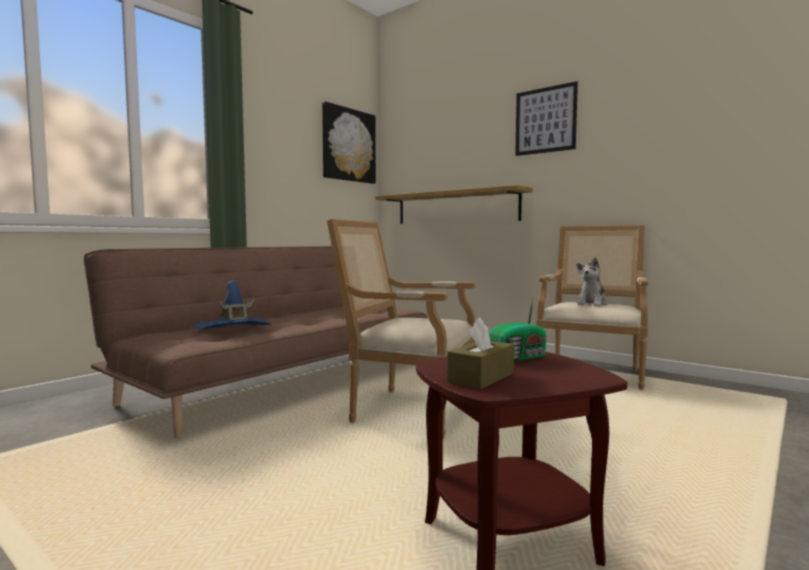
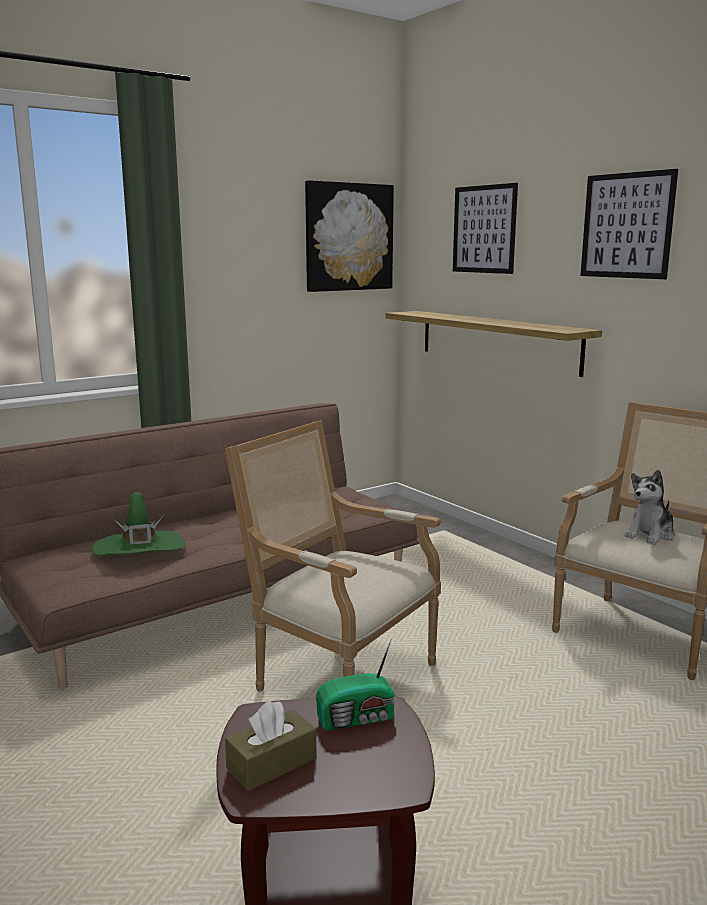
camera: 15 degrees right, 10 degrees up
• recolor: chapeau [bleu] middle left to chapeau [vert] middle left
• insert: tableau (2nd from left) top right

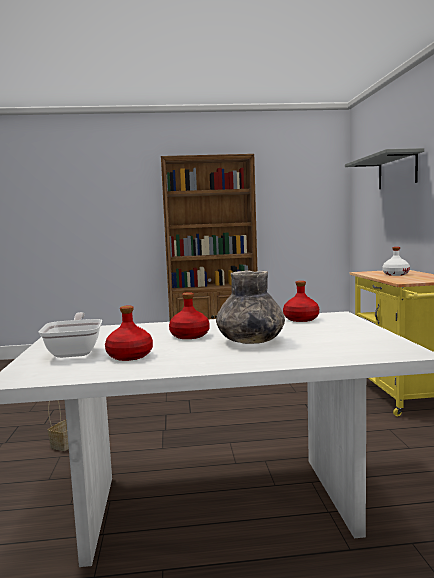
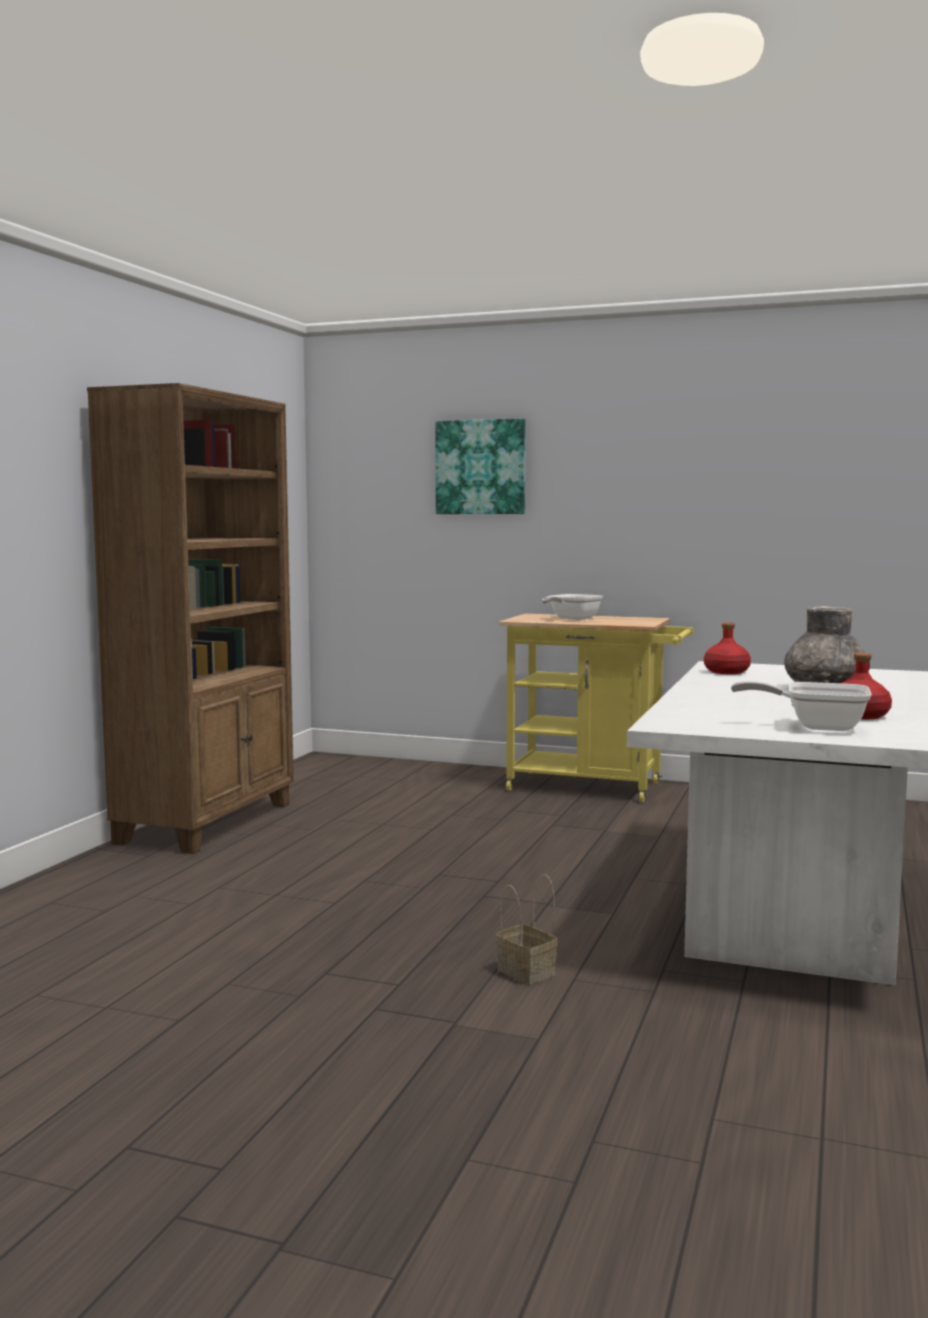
camera: 65 degrees left, 0 degrees up
• replace: étagère [gris] top right to tableau centre
• replace: bouteille [blanc] middle right to poêle (1st from left) centre
• delete: bouteille [rouge] (2nd from left) centre

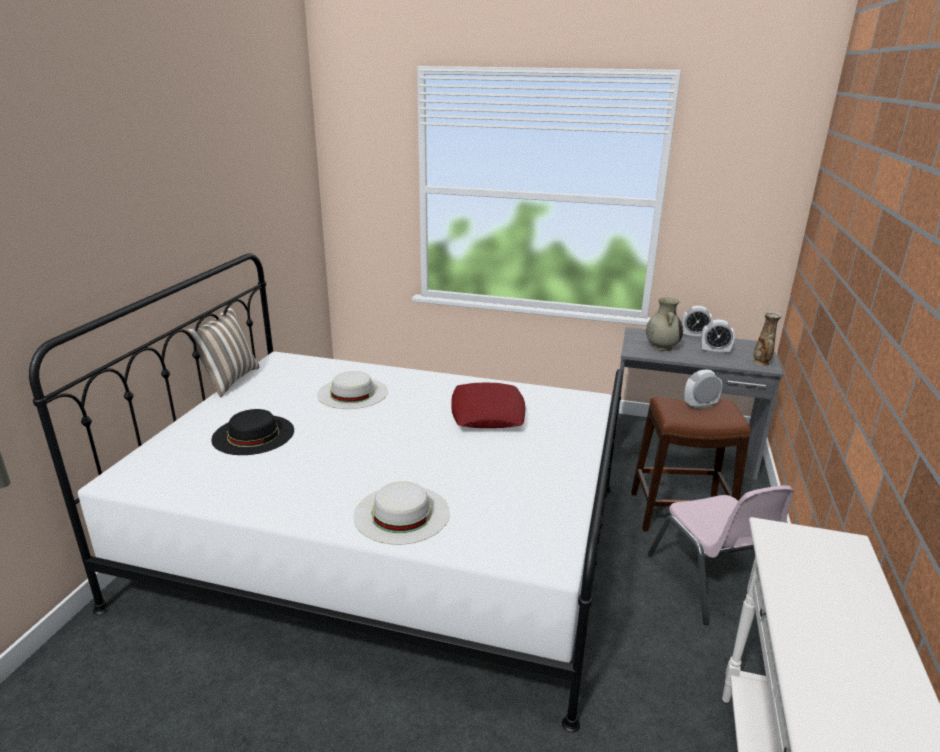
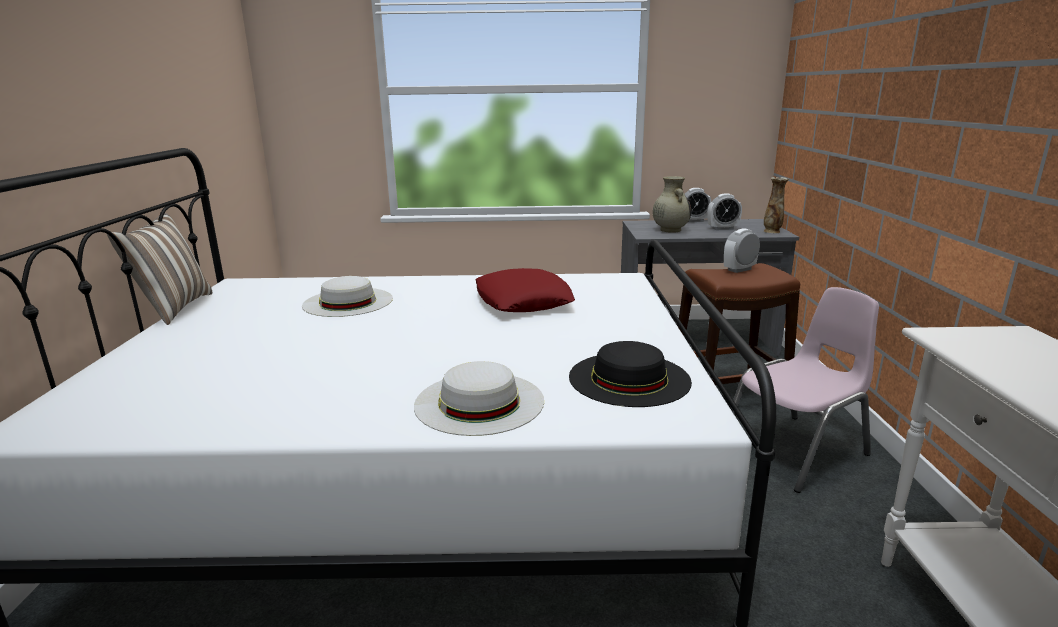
camera: 15 degrees left, 5 degrees down
• move: chapeau [noir] middle left to centre
• rotate: chaise [rose] bottom right = middle right 90 degrees counterclockwise

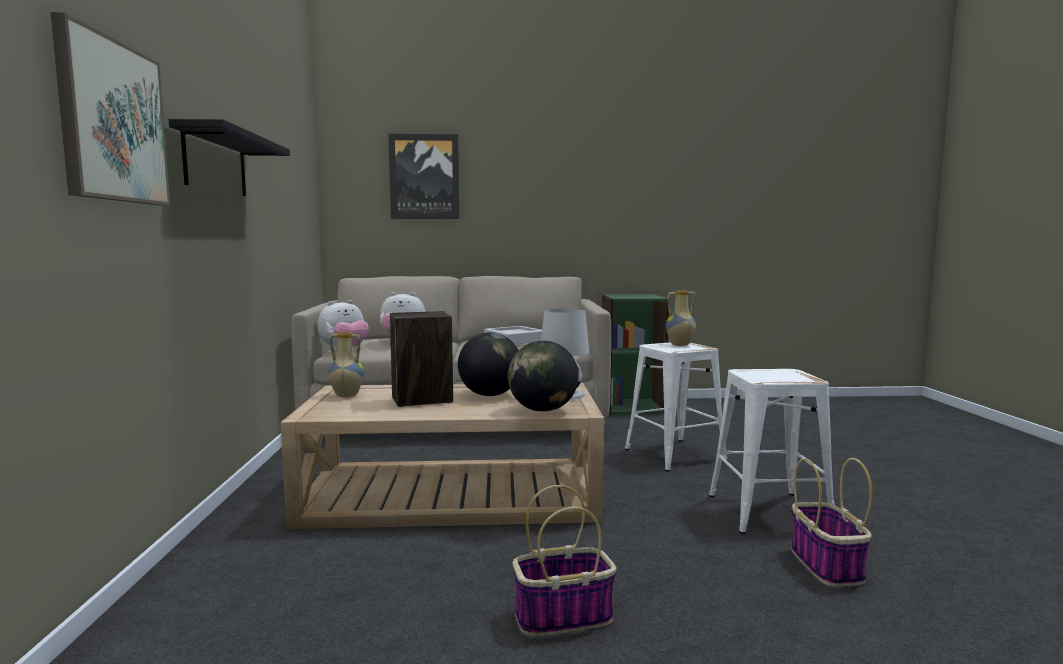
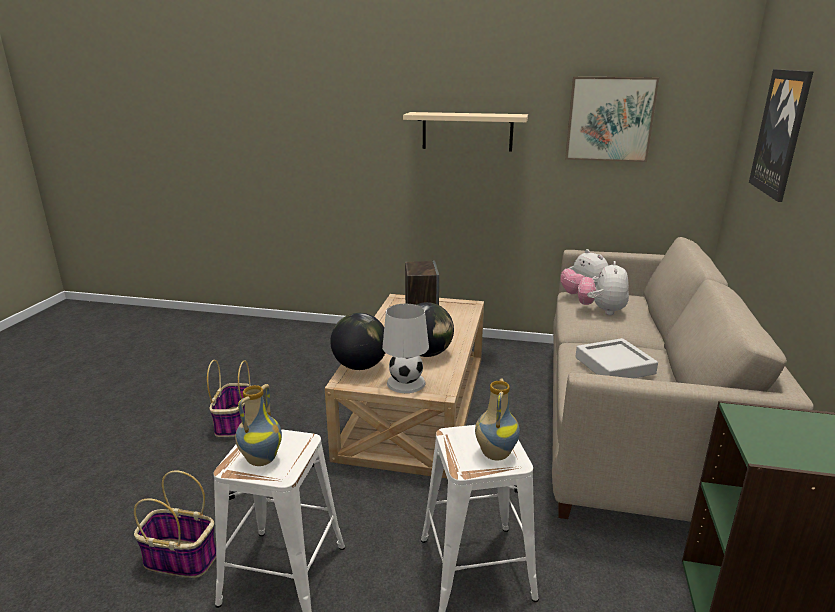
camera: 105 degrees right, 15 degrees up
• move: tableau (1st from left) top left to top right
• recolor: étagère [noir] top left to étagère [beige] top centre
• move: vase (1st from left) middle left to bottom left

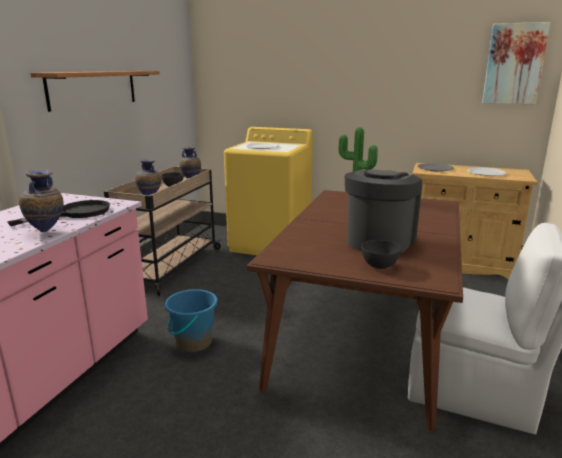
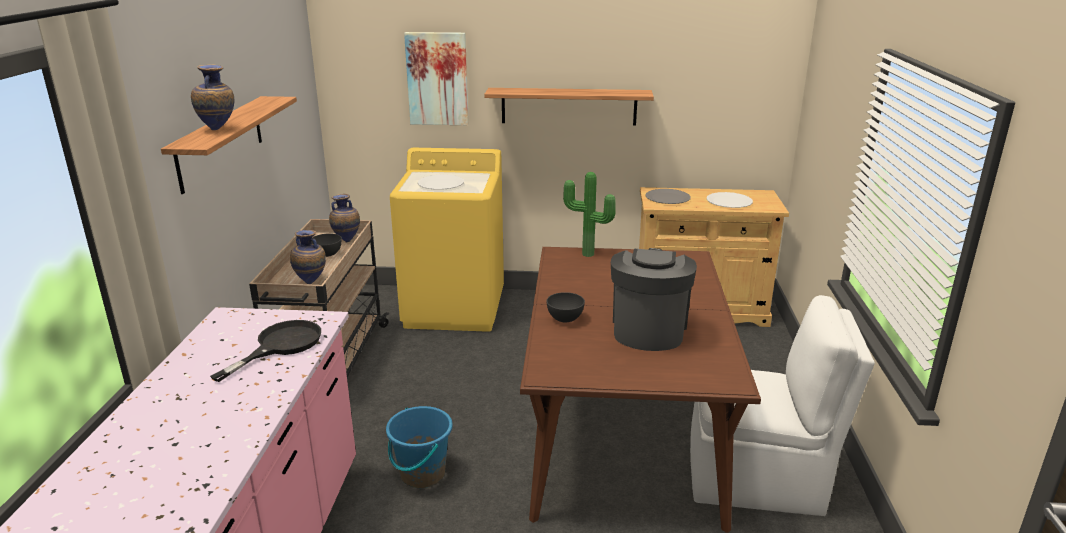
camera: 15 degrees left, 5 degrees up
• move: tableau top right to top centre
• move: vase (1st from left) middle left to top left
• move: bol [gris] (2nd from left) middle right to centre
• insert: étagère (2nd from left) top centre

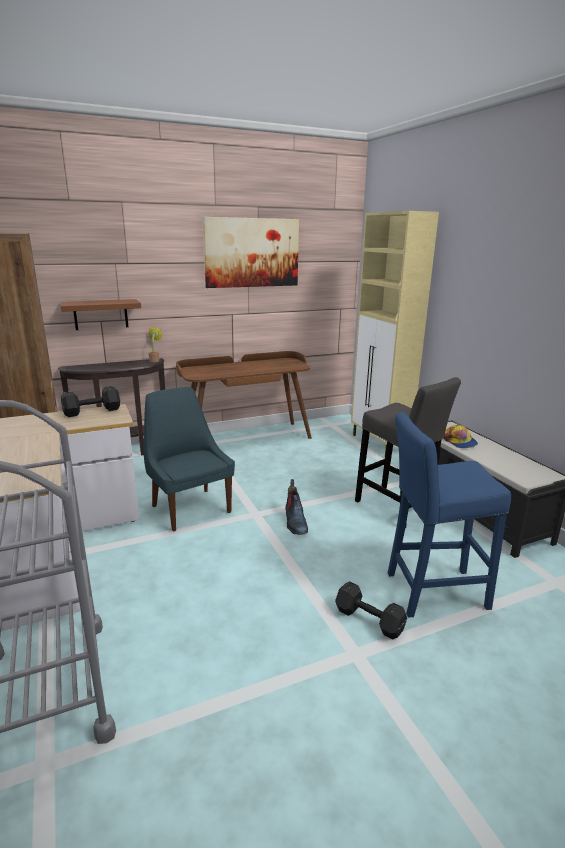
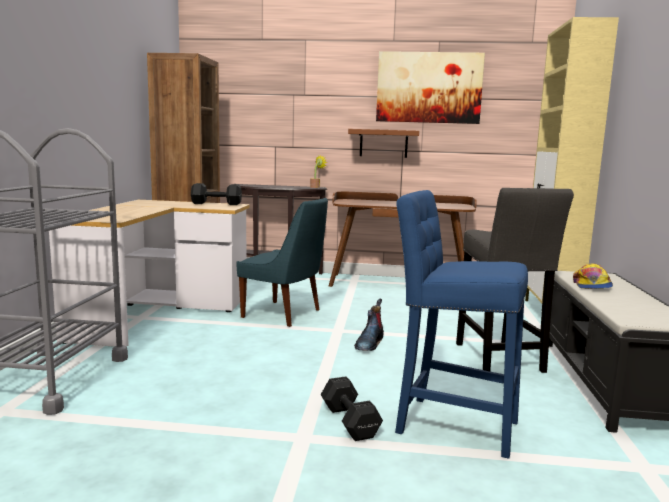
camera: 30 degrees right, 10 degrees down
• move: étagère [marron] middle left to top centre
• rotate: chaise [bleu] centre = centre 120 degrees clockwise

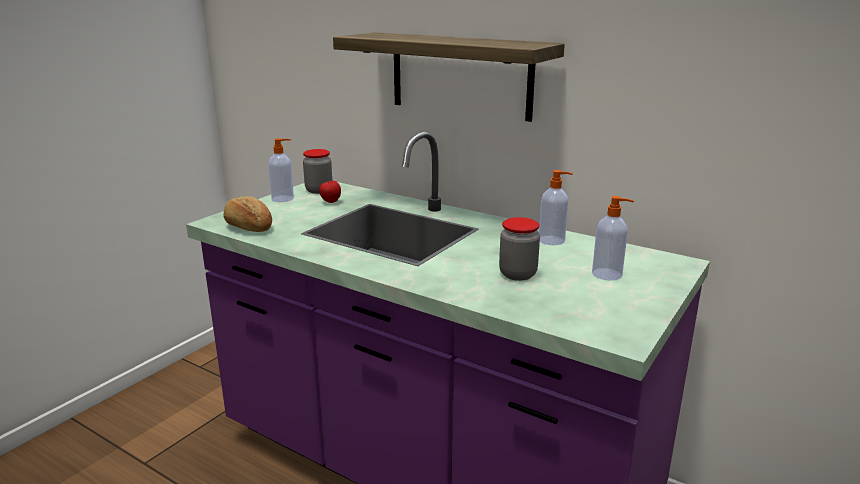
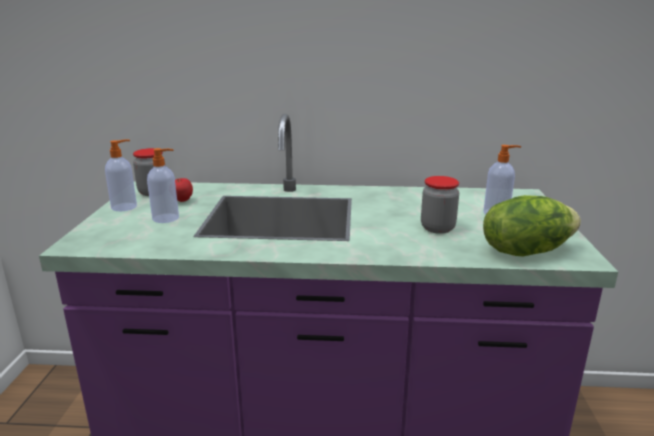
camera: 30 degrees left, 0 degrees up
• delete: étagère top centre
• move: distributeur de savon (2nd from left) centre to middle left
• delete: pain middle left
• insert: laitue middle right

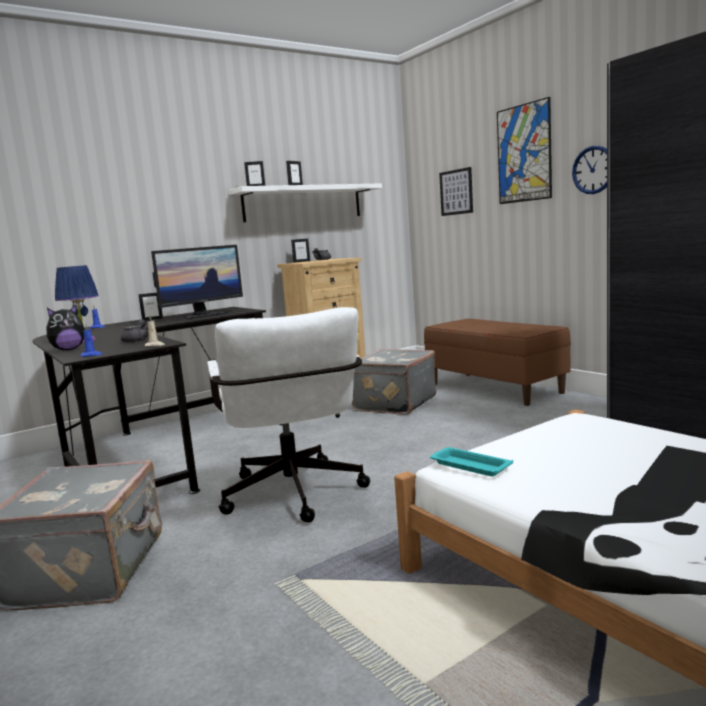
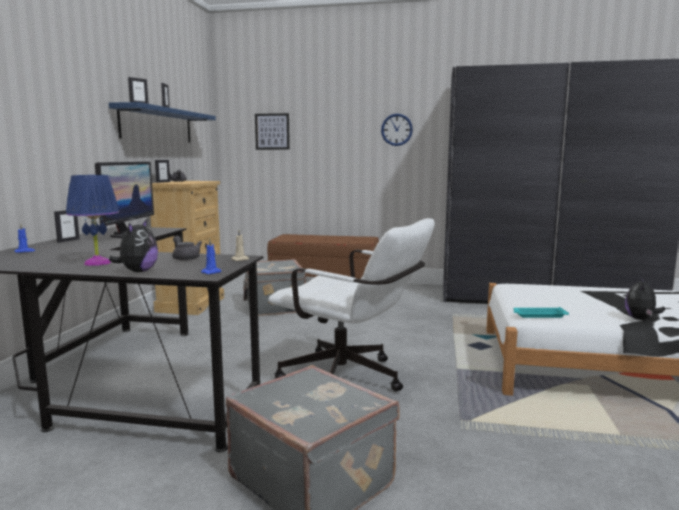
camera: 45 degrees left, 0 degrees up
• delete: tableau (2nd from left) top right
• recolor: étagère [blanc] top centre to étagère [bleu] top left
• insert: peluche (2nd from left) middle right

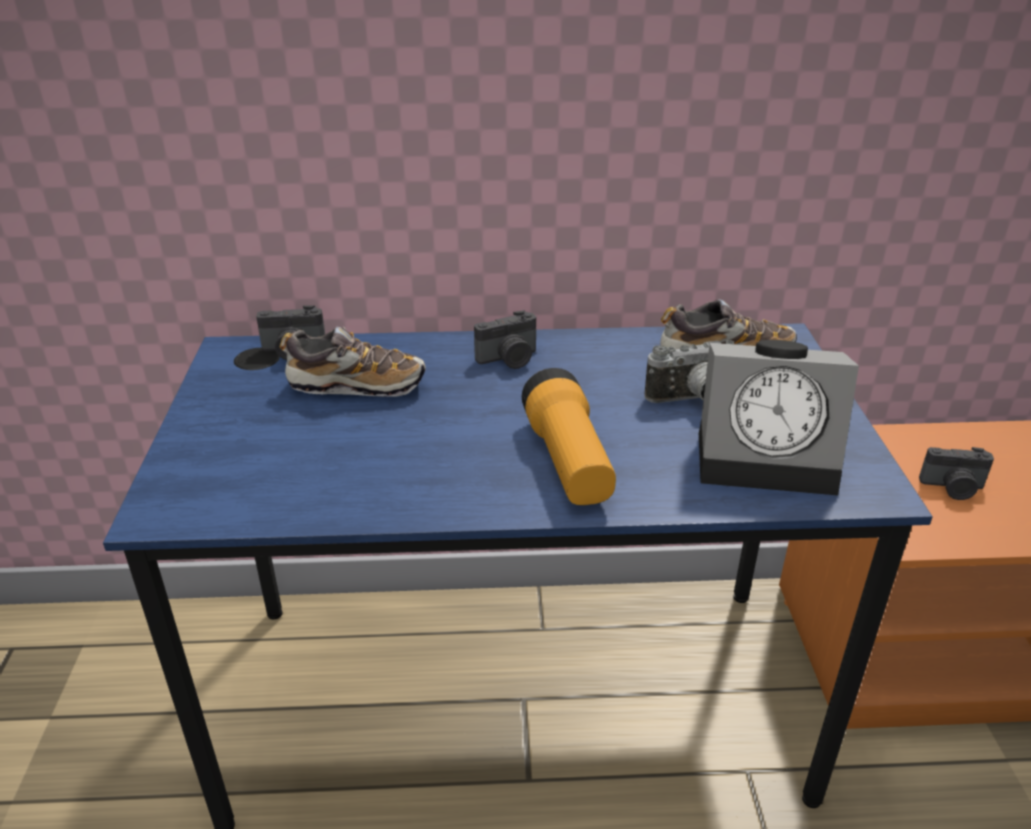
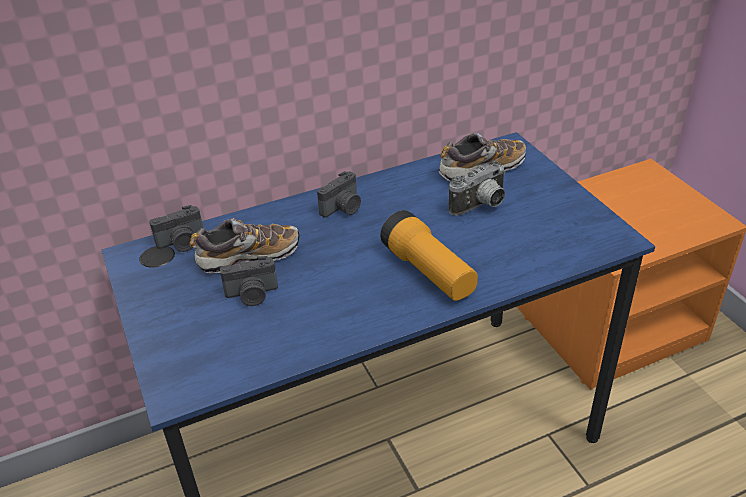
camera: 20 degrees left, 5 degrees up
• delete: réveil middle right
• move: appareil photo (4th from left in the first image) middle right to appareil photo (2nd from left) centre

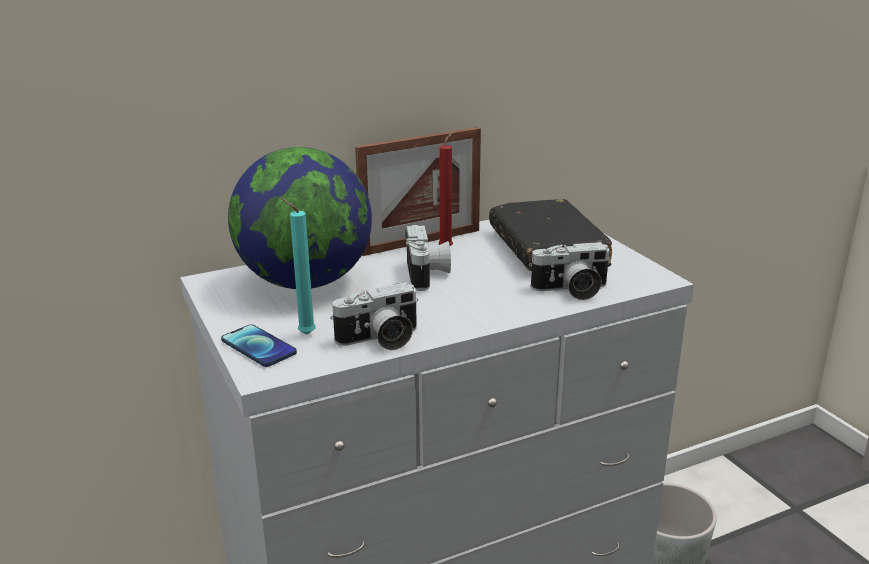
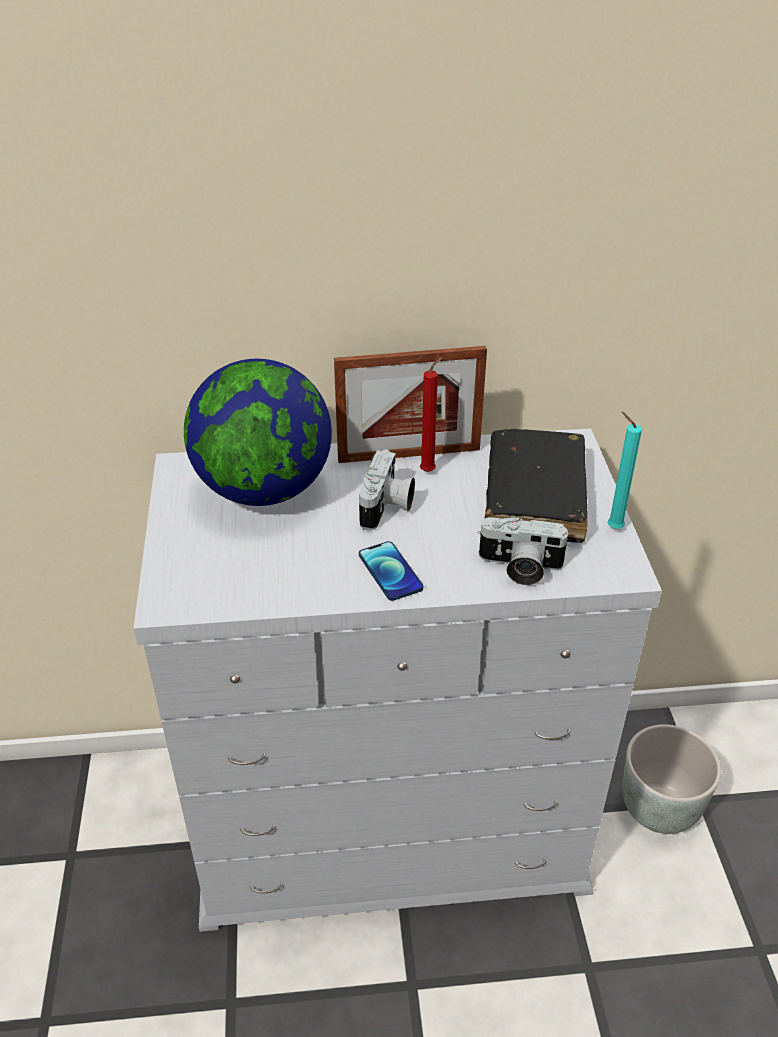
camera: 20 degrees right, 15 degrees up
• move: bougie [turquoise] centre to middle right
• delete: appareil photo (1st from left) centre
• move: téléphone middle left to centre

